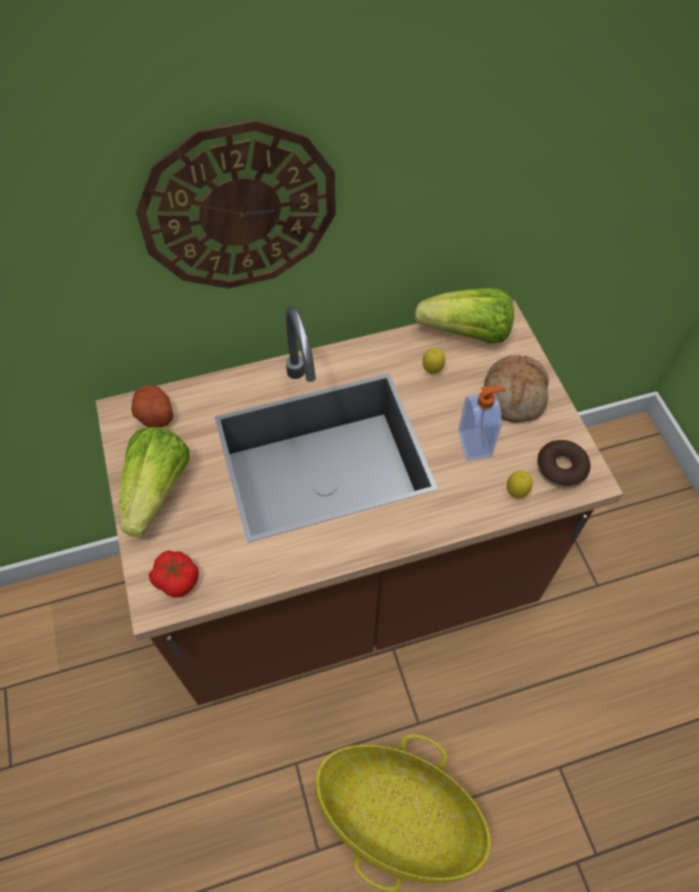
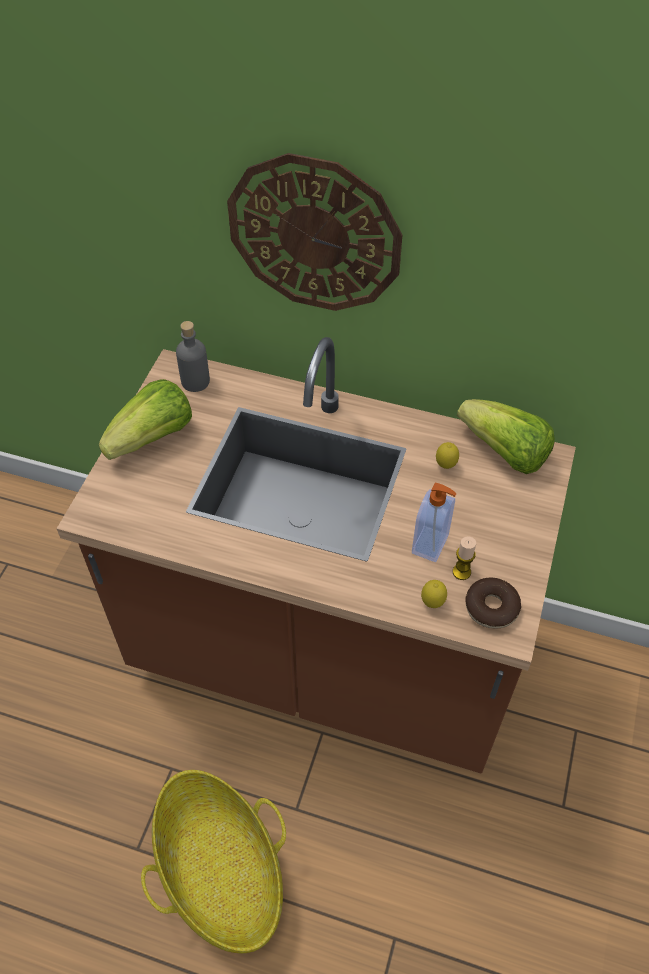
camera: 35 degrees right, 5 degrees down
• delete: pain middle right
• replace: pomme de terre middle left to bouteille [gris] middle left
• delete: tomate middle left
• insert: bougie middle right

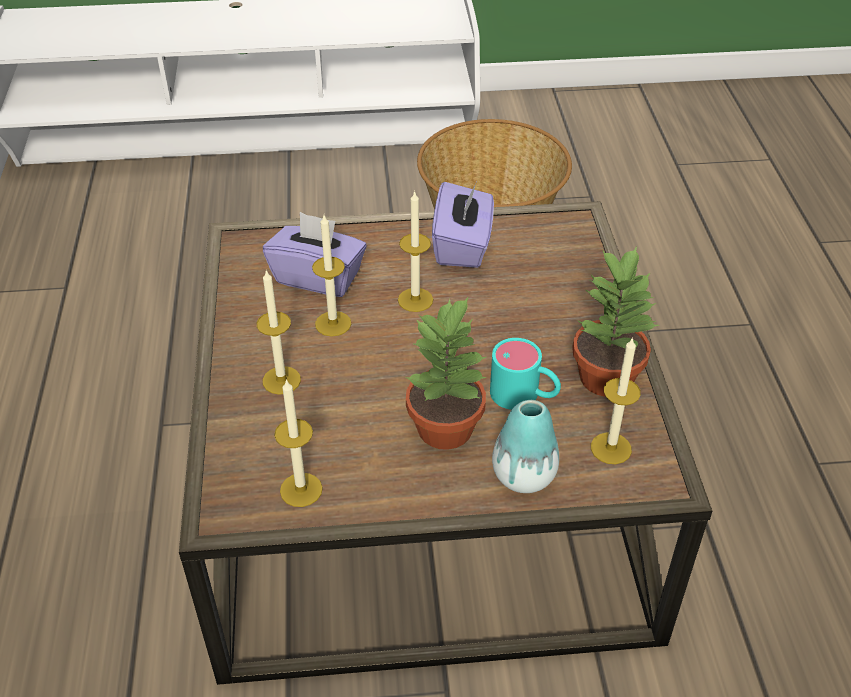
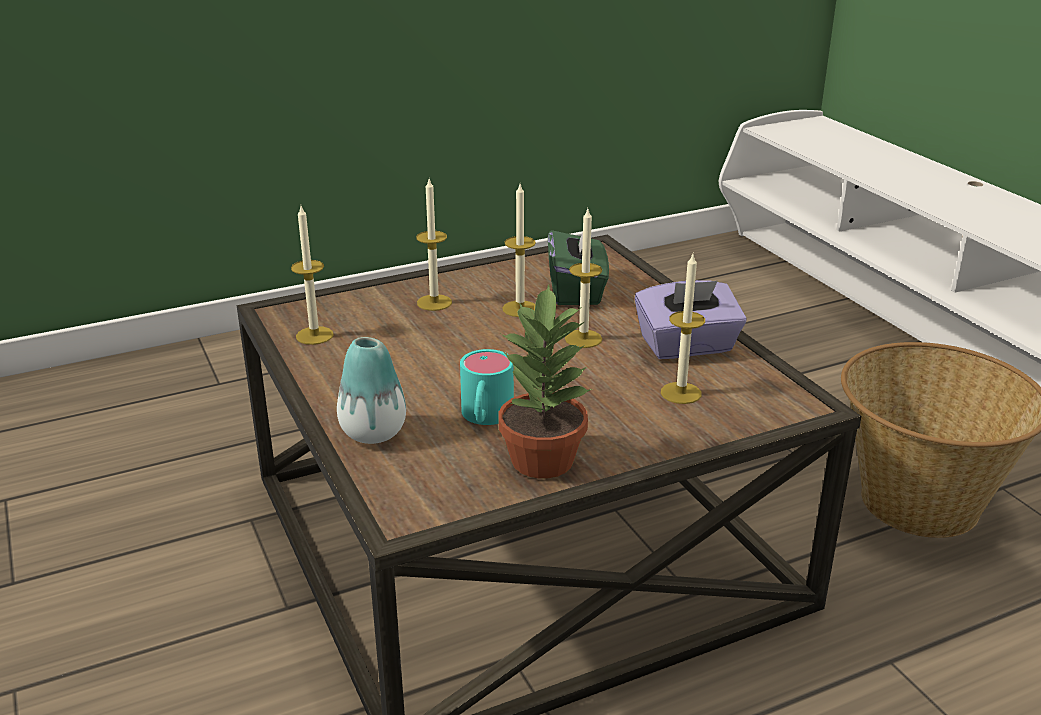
camera: 70 degrees right, 15 degrees down
• recolor: boîte à mouchoirs [violet] (1st from left) centre to boîte à mouchoirs [vert] centre
• delete: plante en pot (1st from left) centre
• move: bougie (5th from left) middle right to centre

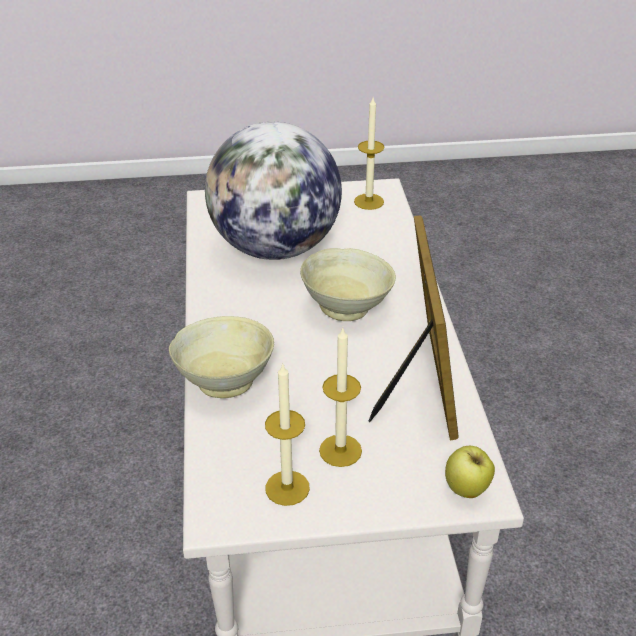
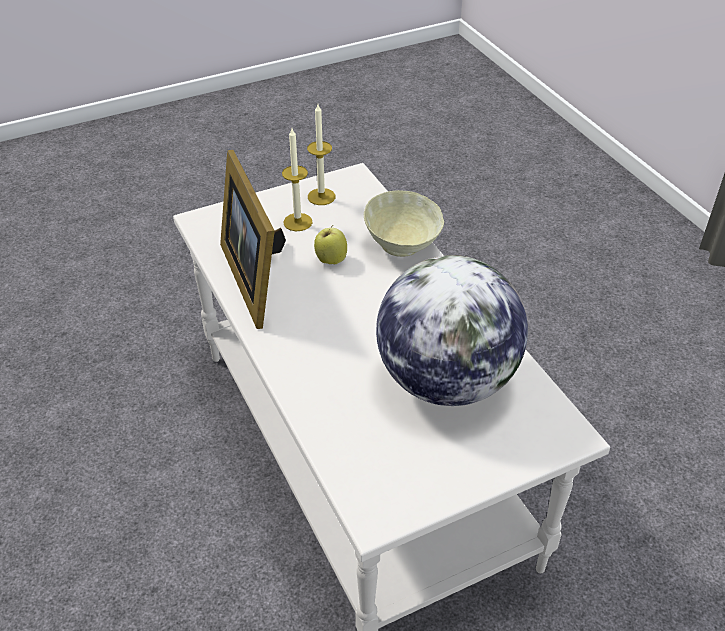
camera: 160 degrees right, 5 degrees up
• delete: bougie (3rd from left) top centre
• delete: bol [beige] (2nd from left) centre
• move: pomme bottom right to centre

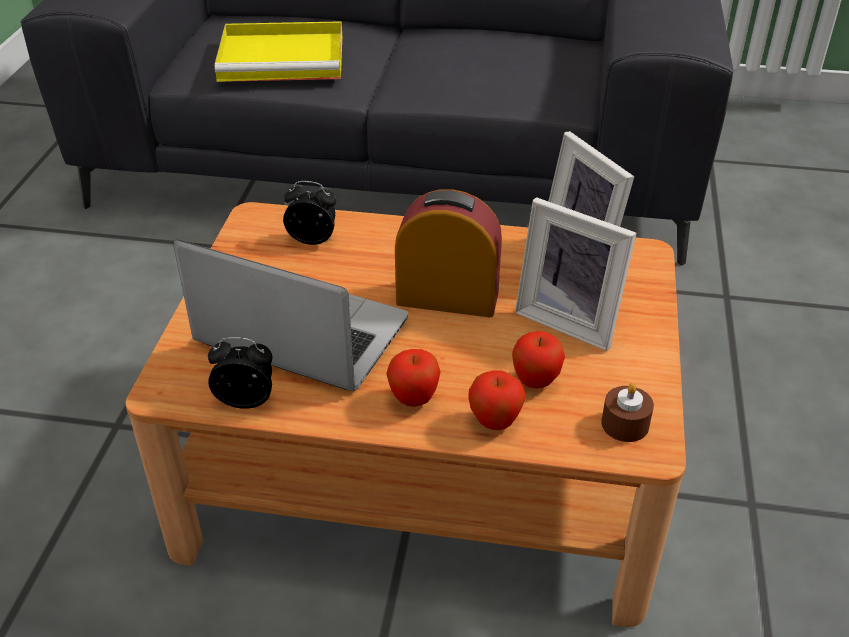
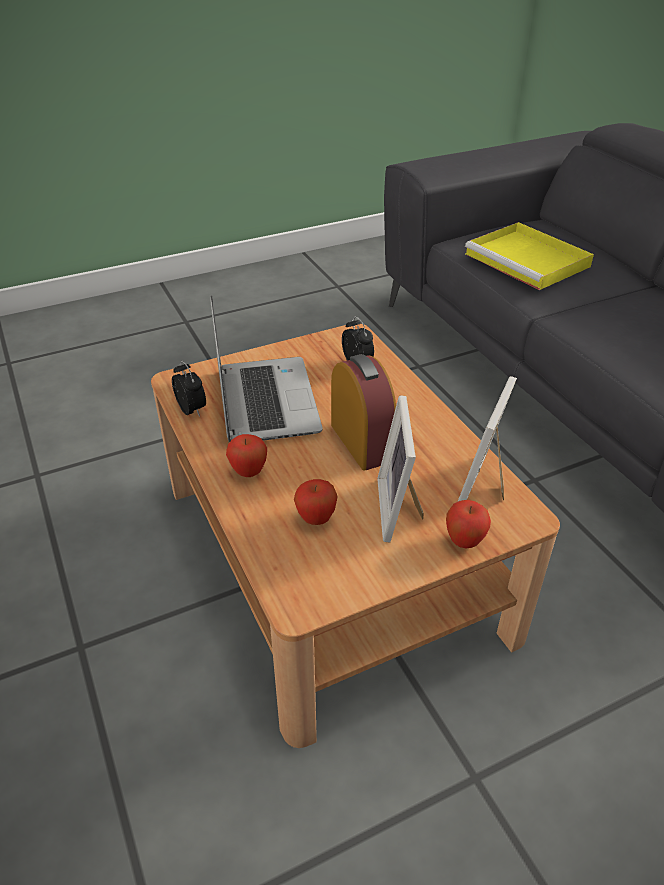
camera: 55 degrees right, 0 degrees up
• move: pomme (2nd from left in the first image) centre to pomme (3rd from left) middle right
• delete: bougie [marron] middle right

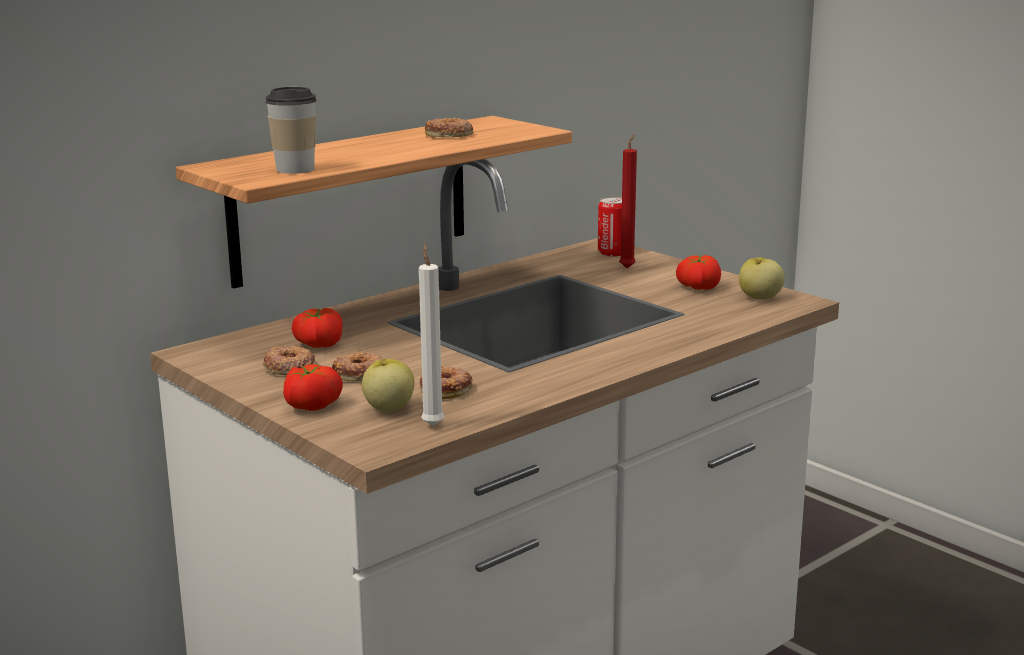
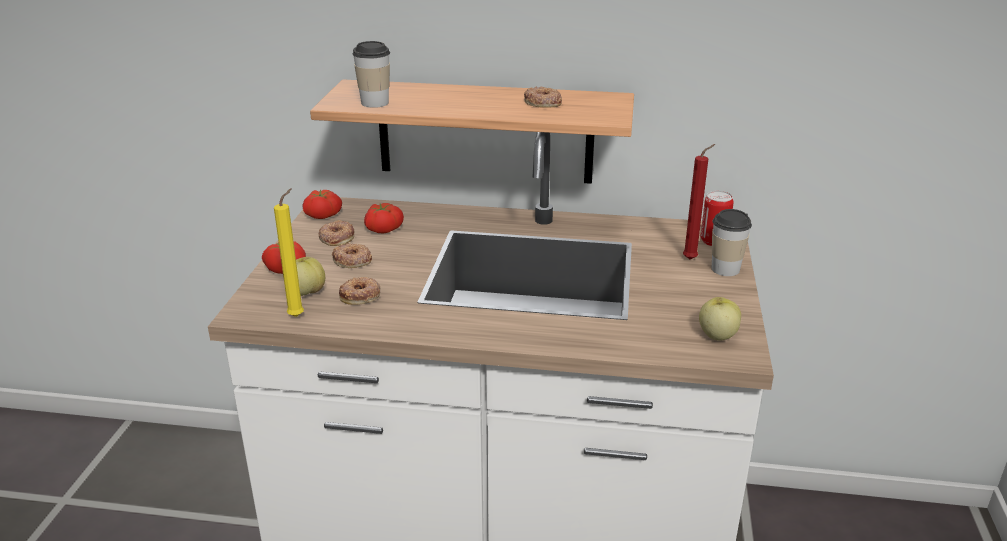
camera: 50 degrees right, 10 degrees up
• recolor: bougie [blanc] centre to bougie [jaune] middle left
• move: tomate (3rd from left in the first image) middle right to tomate (2nd from left) middle left
• insert: tasse (2nd from left) middle right

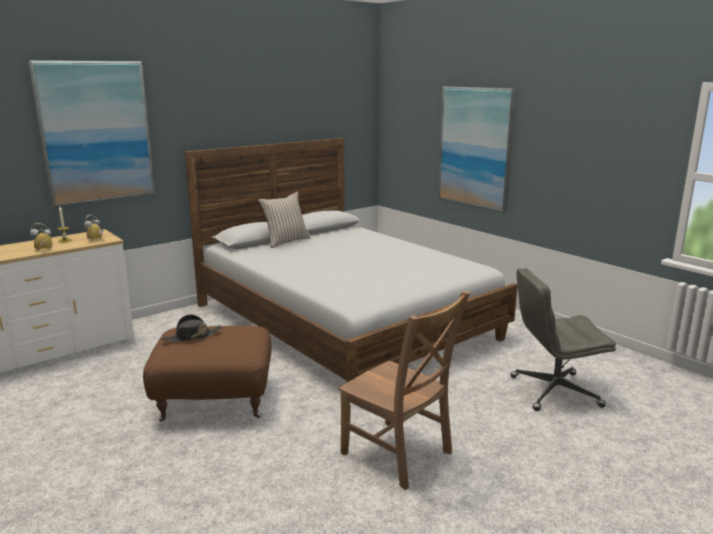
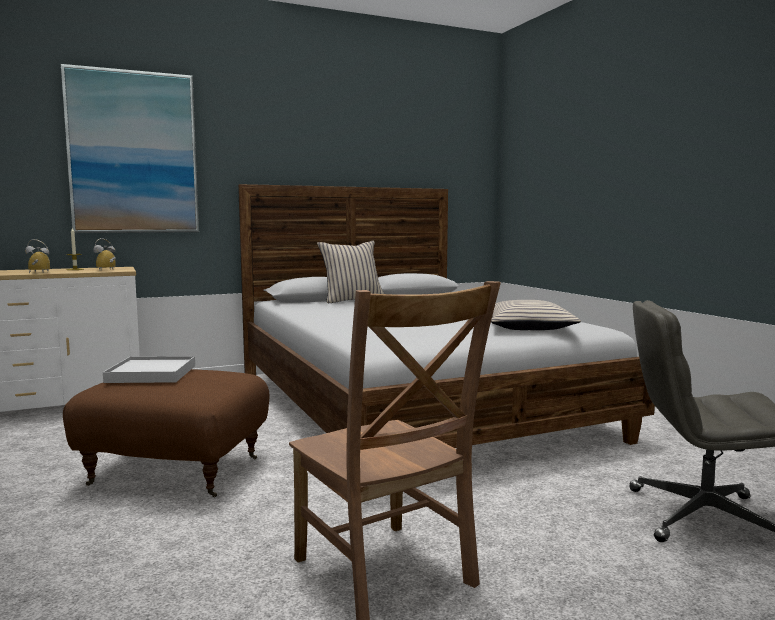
camera: 15 degrees right, 10 degrees down
• delete: tableau (2nd from left) top right
• replace: chapeau [noir] middle left to plateau [blanc] middle left
• insert: coussin [beige] (2nd from left) middle right

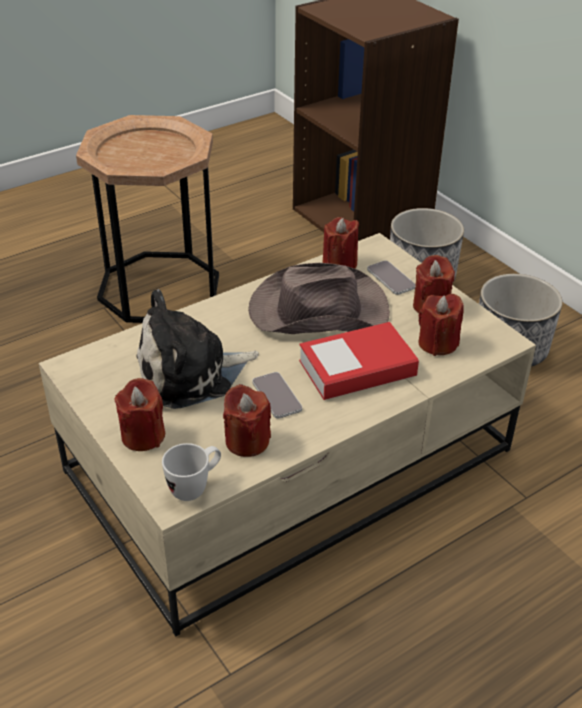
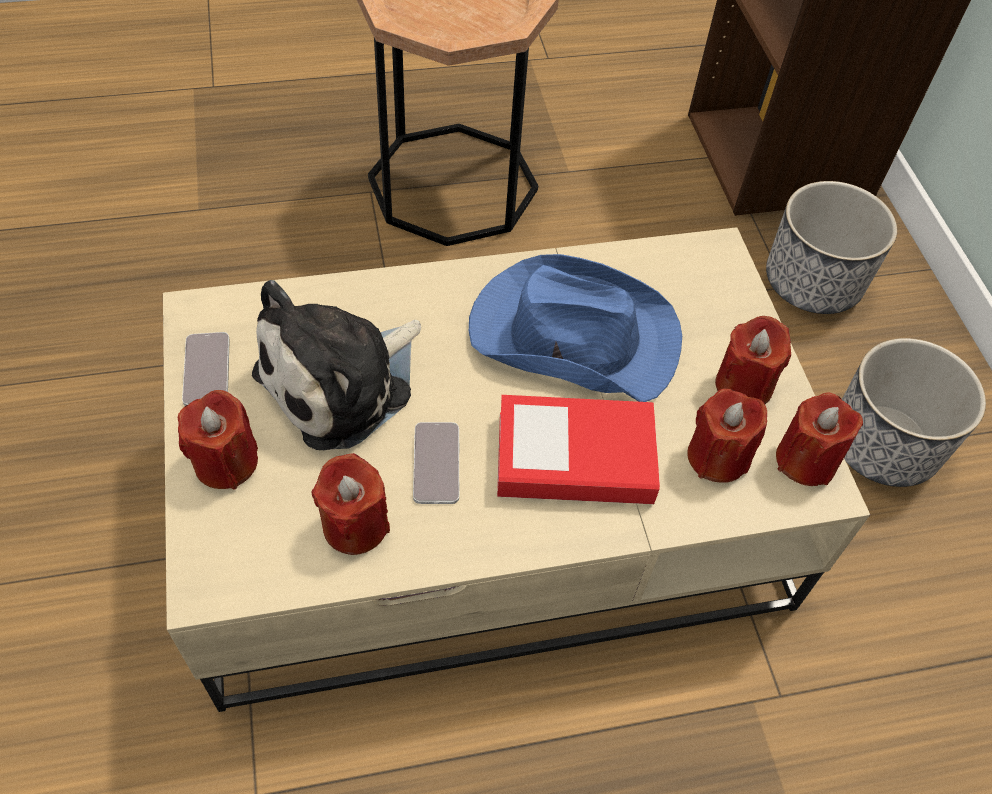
camera: 20 degrees right, 15 degrees up
• move: bougie [rouge] (3rd from left in the first image) centre to bougie [rouge] (5th from left) middle right
• move: téléphone (2nd from left in the first image) middle right to téléphone (1st from left) middle left
• recolor: chapeau [marron] centre to chapeau [bleu] centre
• rotate: peluche centre = centre 45 degrees counterclockwise
• delete: mug [blanc] bottom left

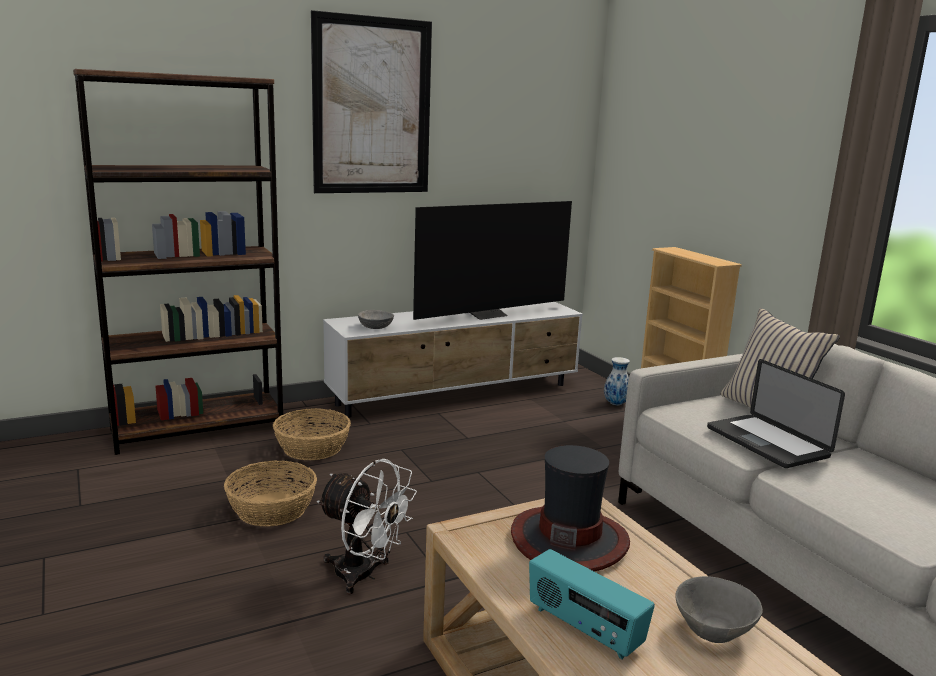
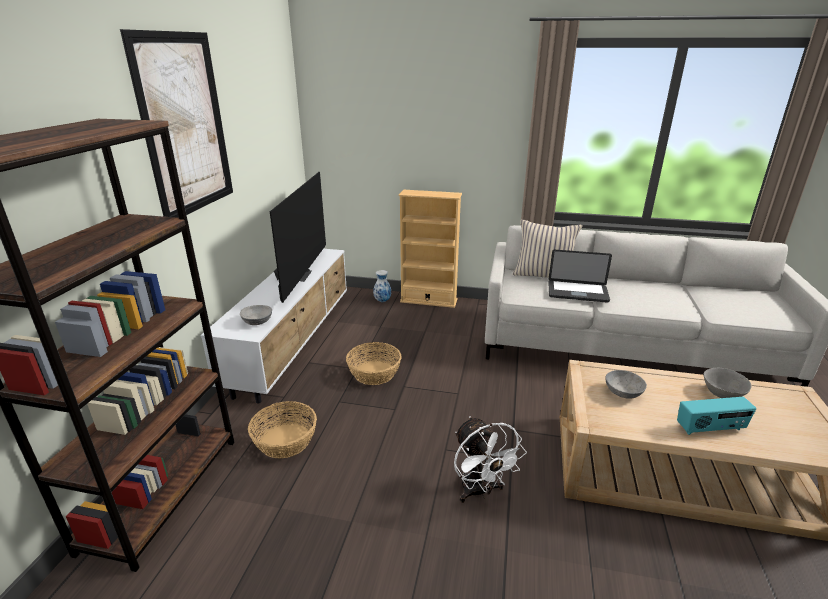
camera: 50 degrees left, 10 degrees up
• replace: chapeau bottom centre to bol [gris] (2nd from left) middle right
• rotate: ventilateur [blanc] bottom centre = bottom centre 90 degrees clockwise
• move: panier (1st from left in the first image) bottom left to panier (2nd from left) centre

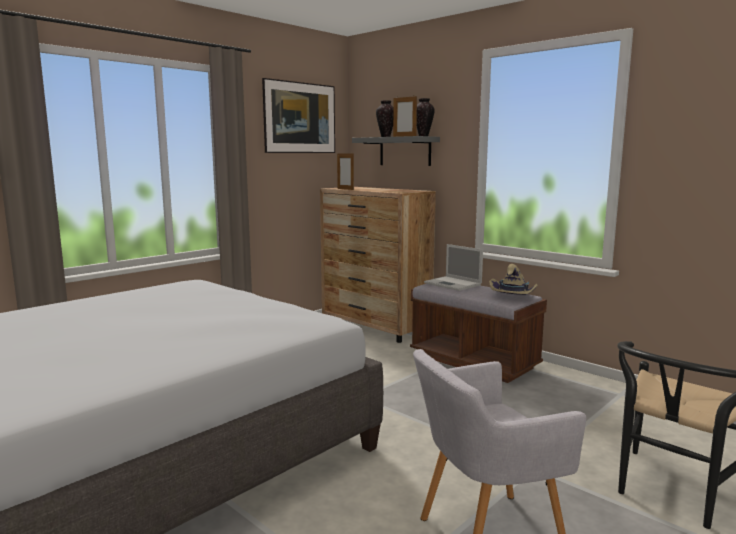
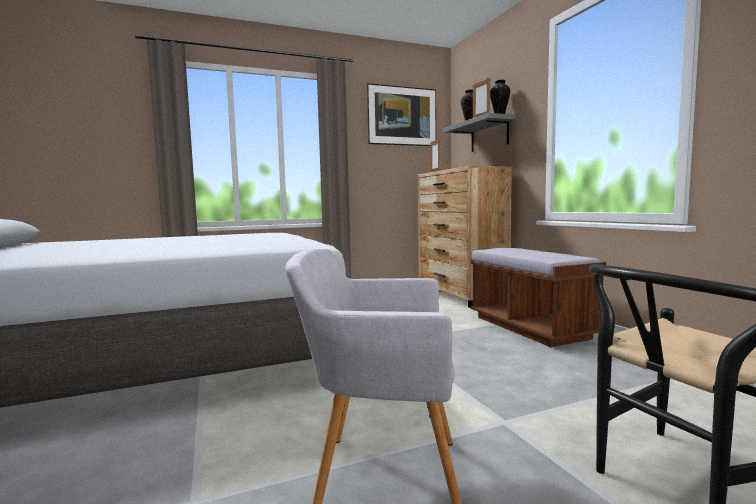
camera: 25 degrees right, 5 degrees down
• delete: ordinateur portable centre
• delete: chapeau [beige] middle right

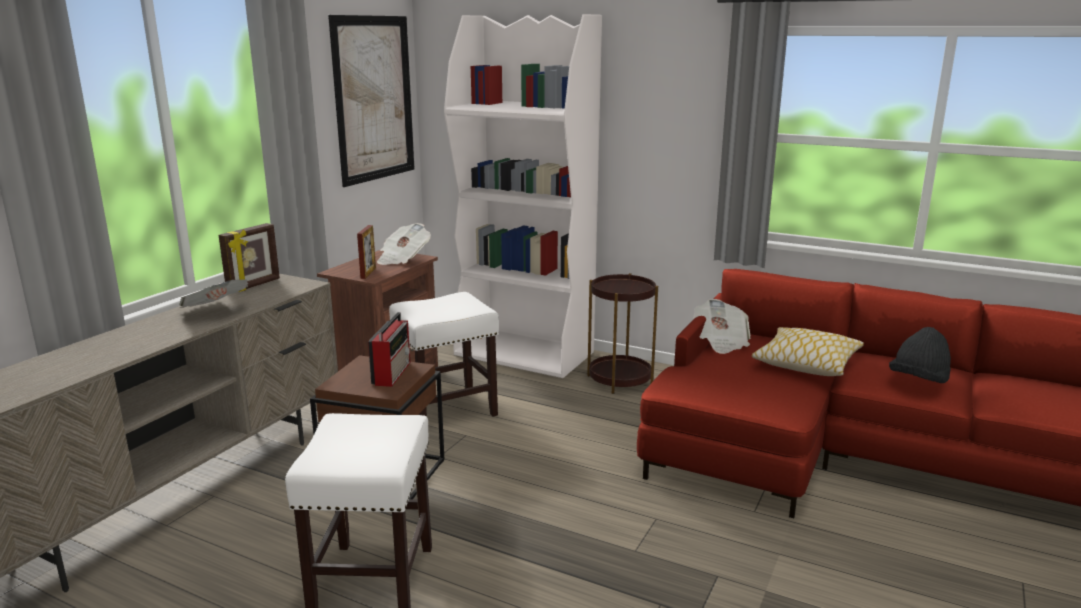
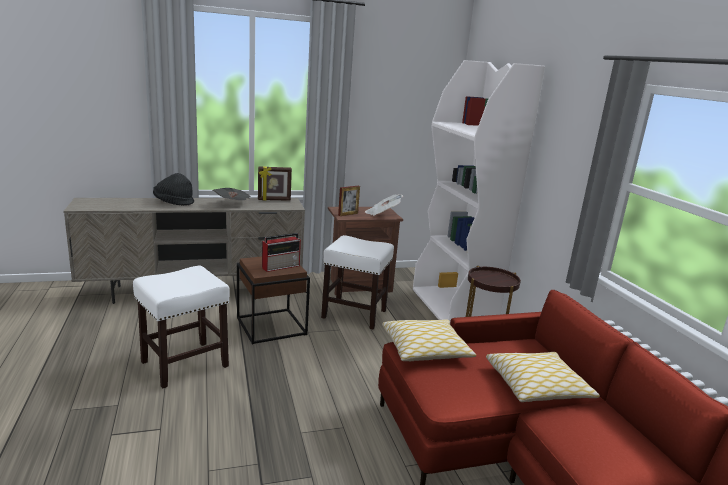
camera: 45 degrees right, 0 degrees up
• delete: tableau top centre
• delete: journal (3rd from left) middle right
• move: chapeau [noir] middle right to middle left
• insert: coussin (1st from left) bottom centre

